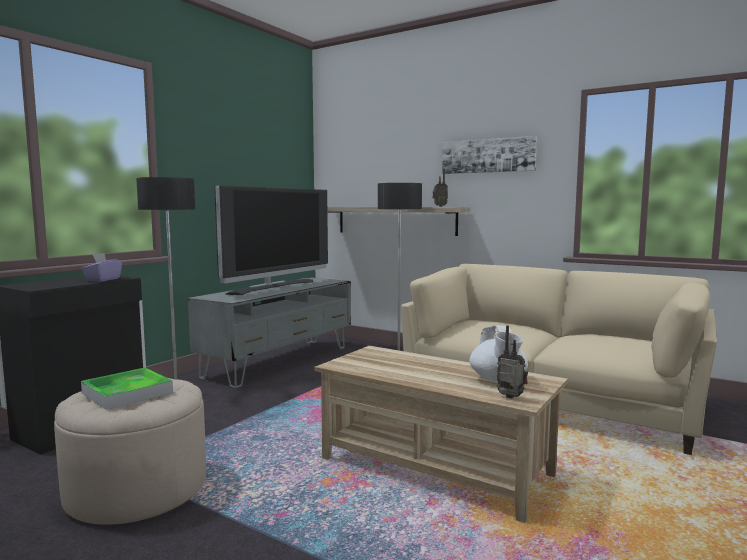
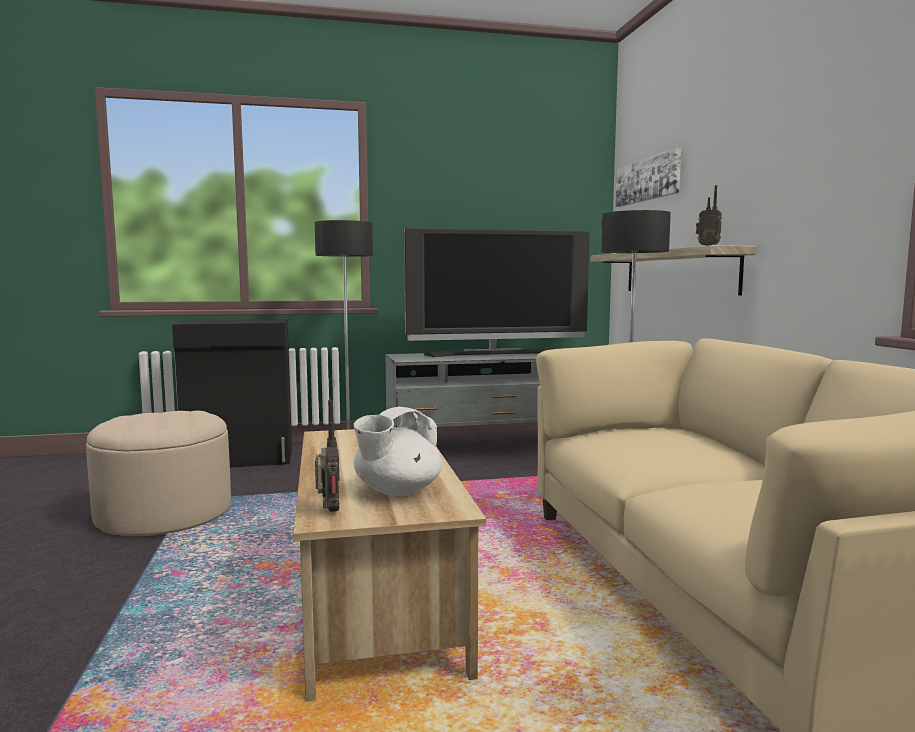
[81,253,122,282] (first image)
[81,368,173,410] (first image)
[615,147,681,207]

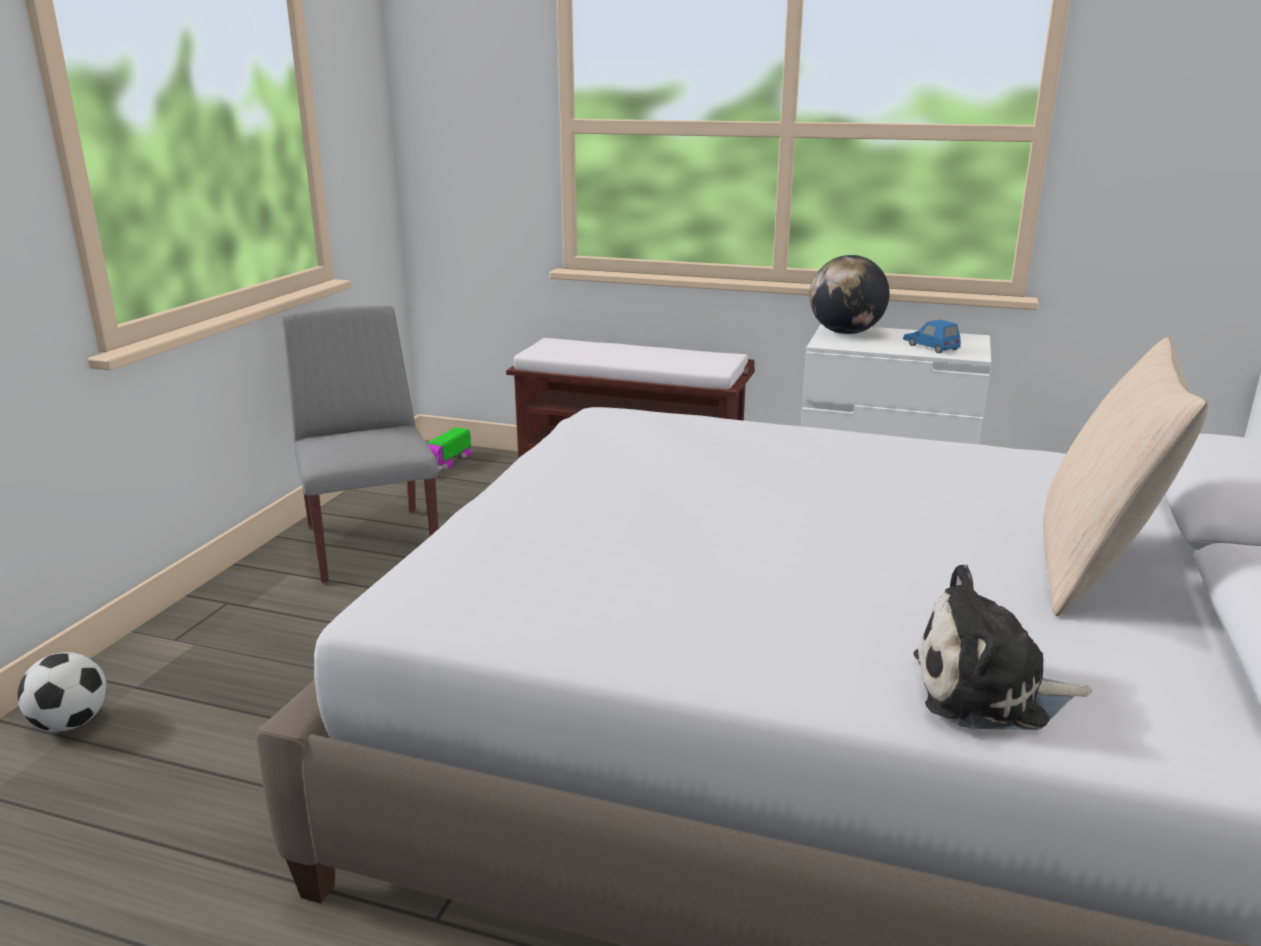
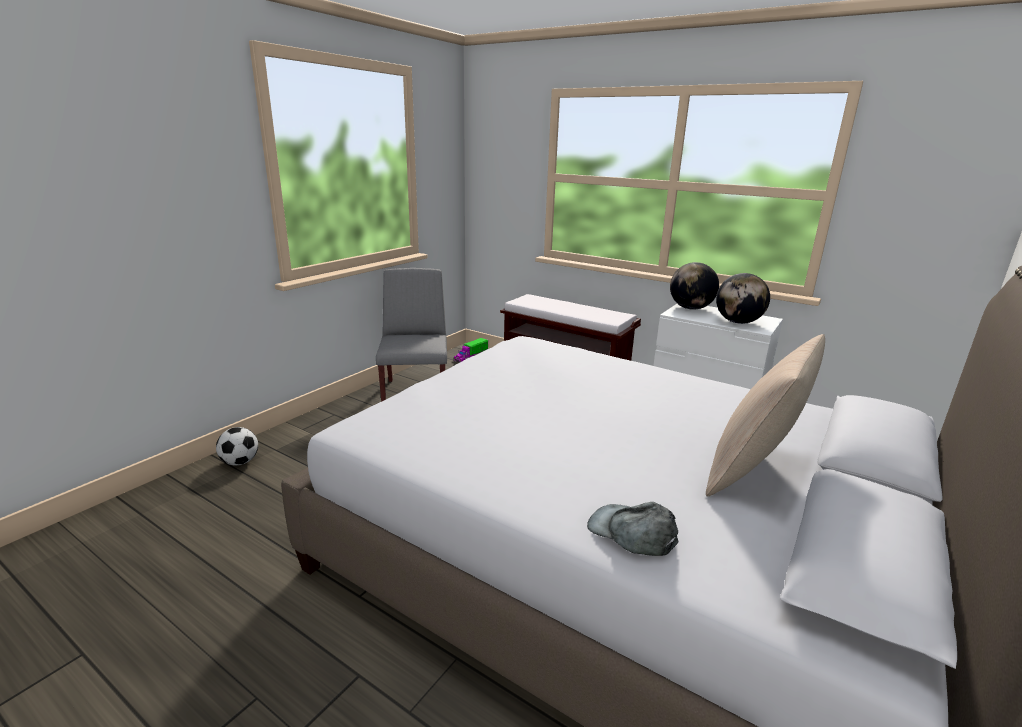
[716,273,770,324]
[587,502,678,556]

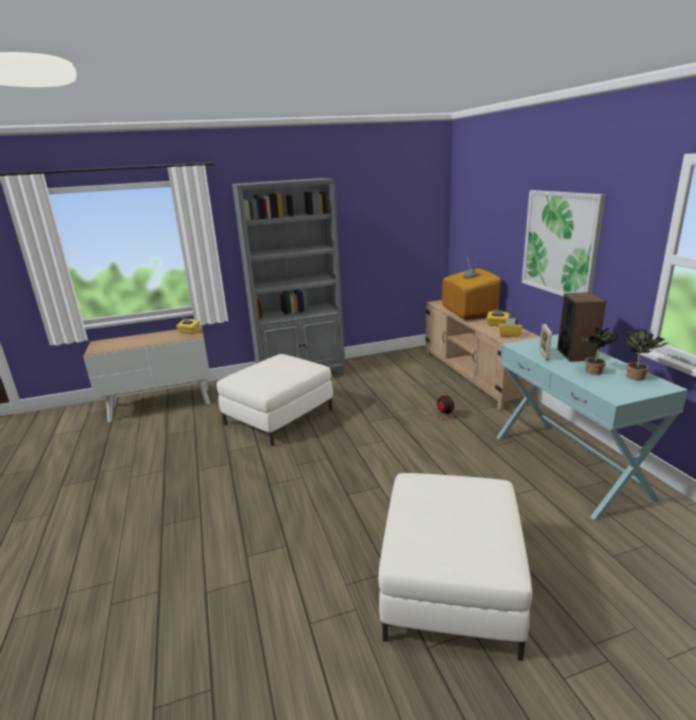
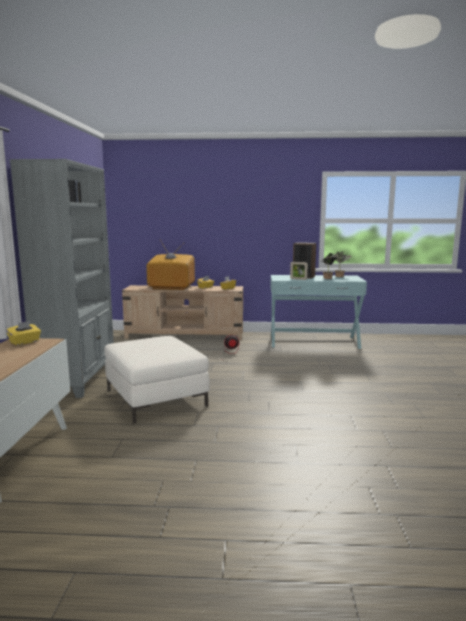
[378,473,532,661] (first image)
[522,190,606,296] (first image)

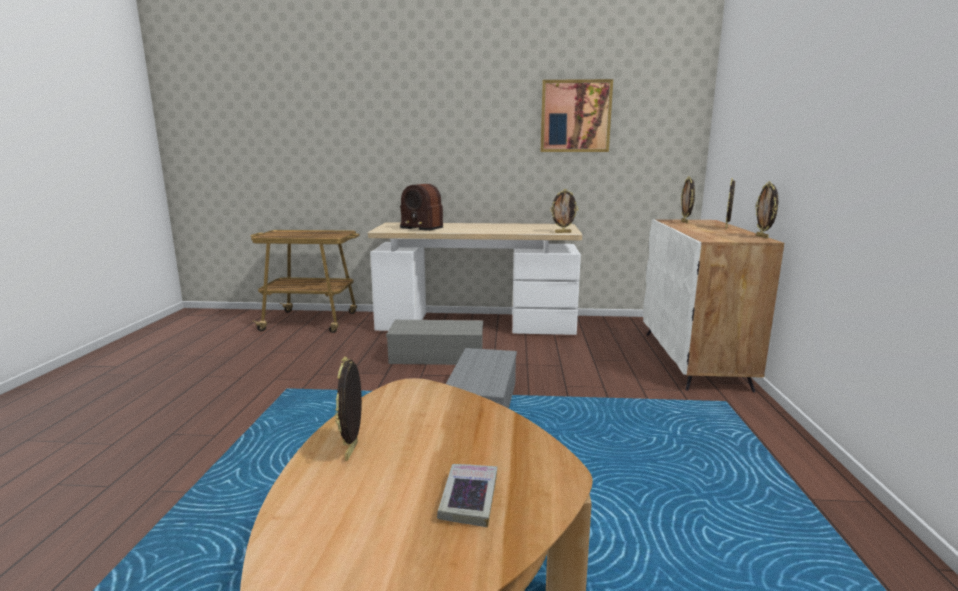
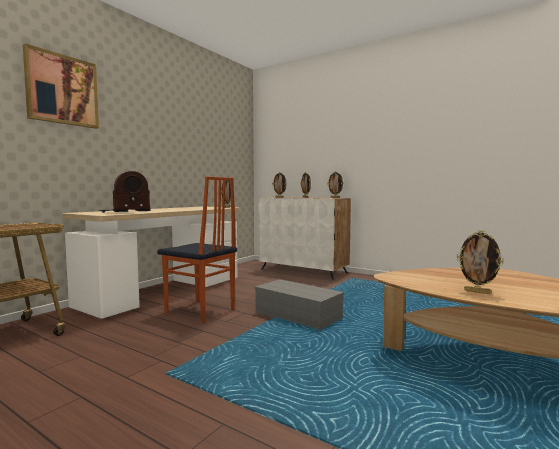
[437,464,497,527] (first image)
[23,43,99,129]
[157,176,237,323]

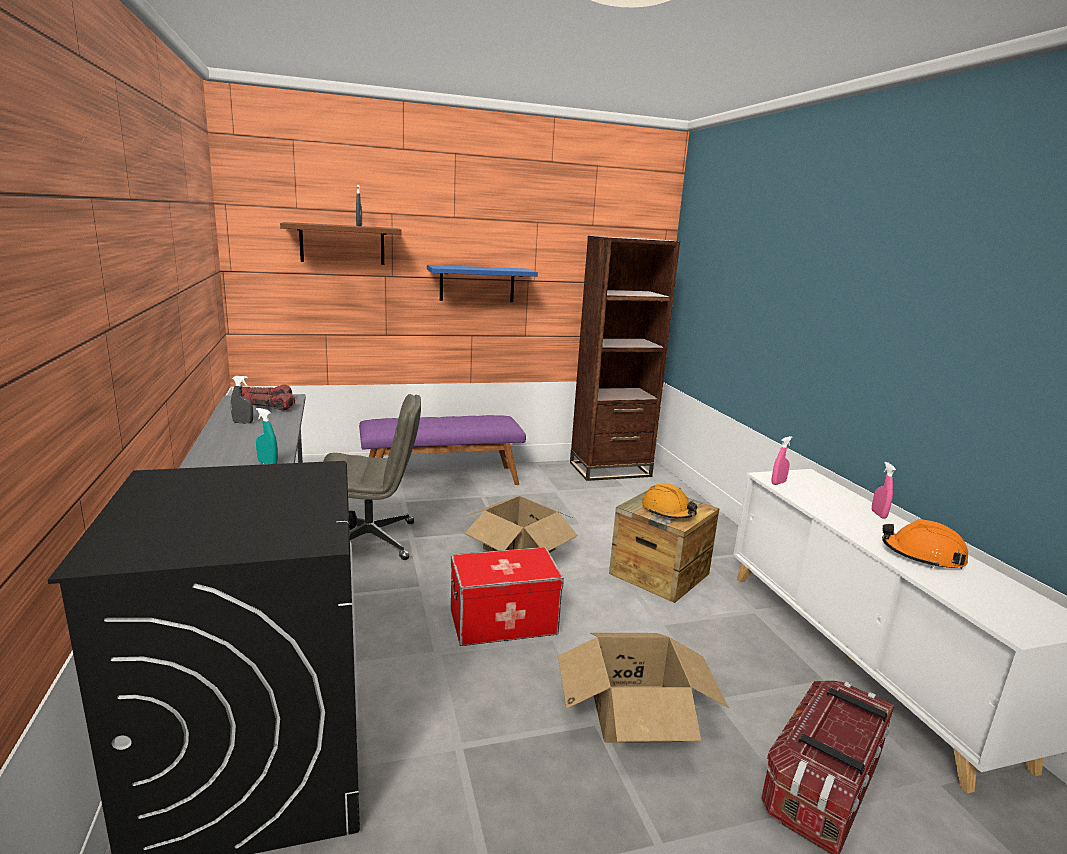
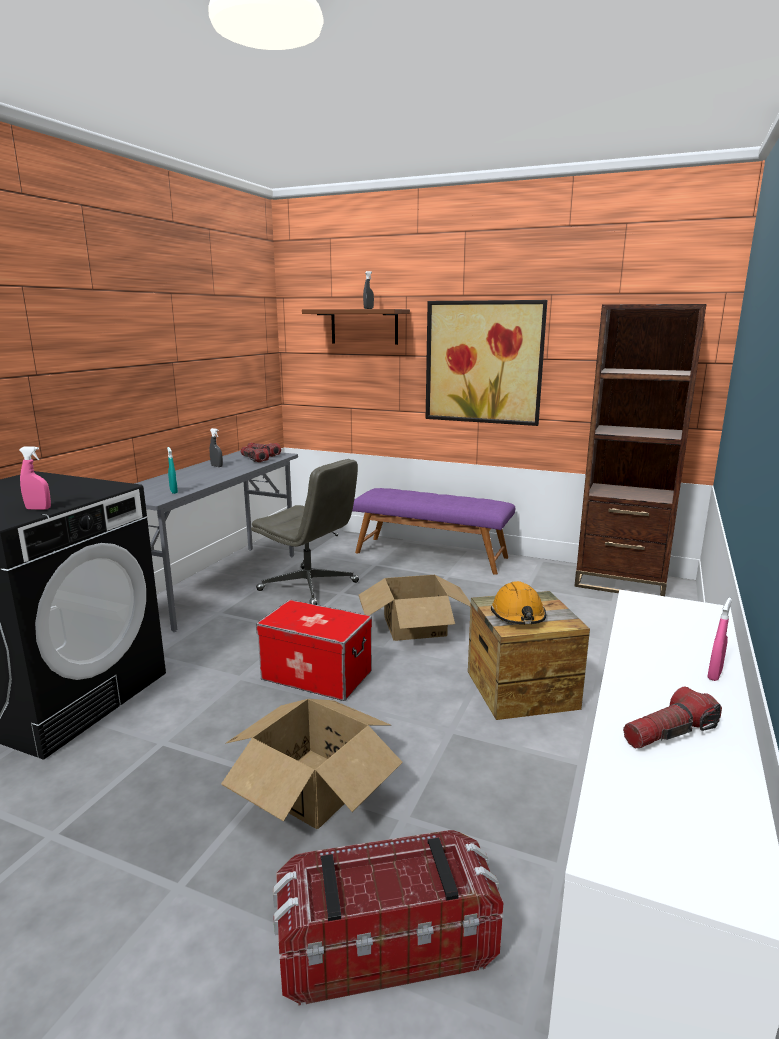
[19,446,51,510]
[426,300,547,426]
[623,687,722,748]

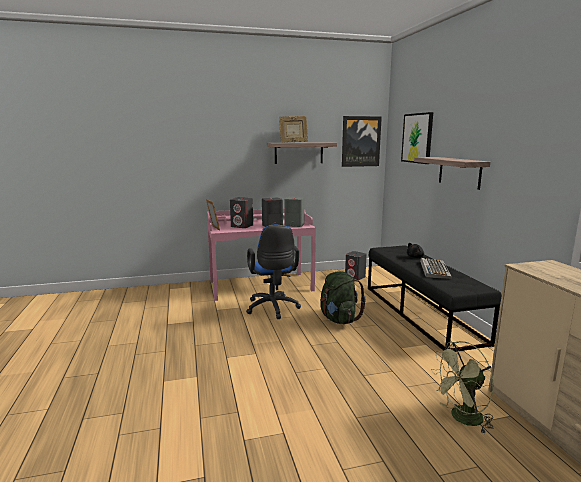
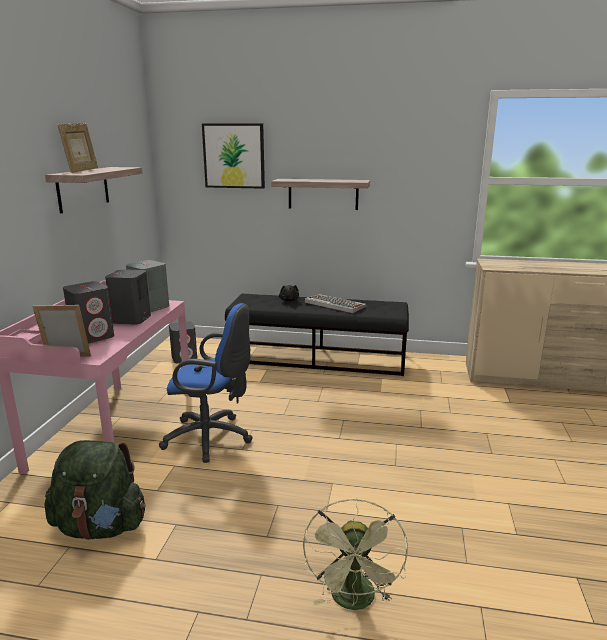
[342,116,382,167] (first image)
[44,440,146,540]
[303,499,408,610]

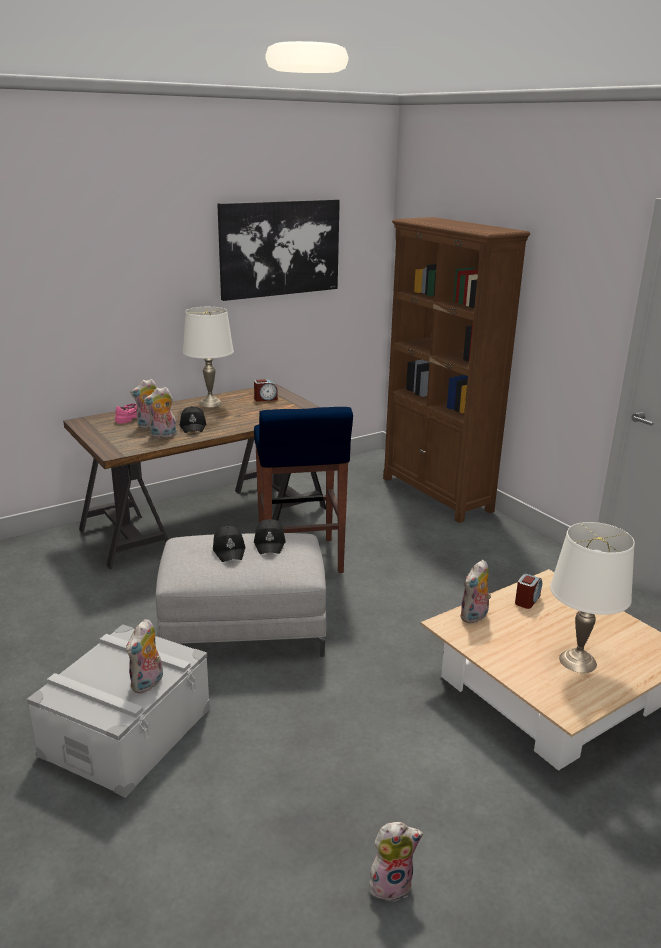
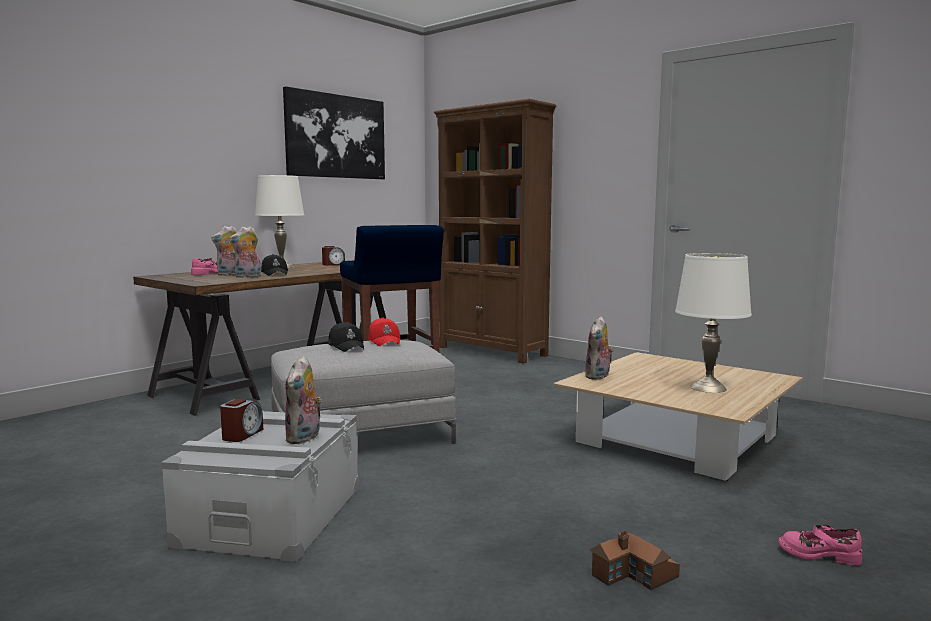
[778,525,862,566]
[220,399,263,442]
[590,531,680,590]
[368,317,400,346]

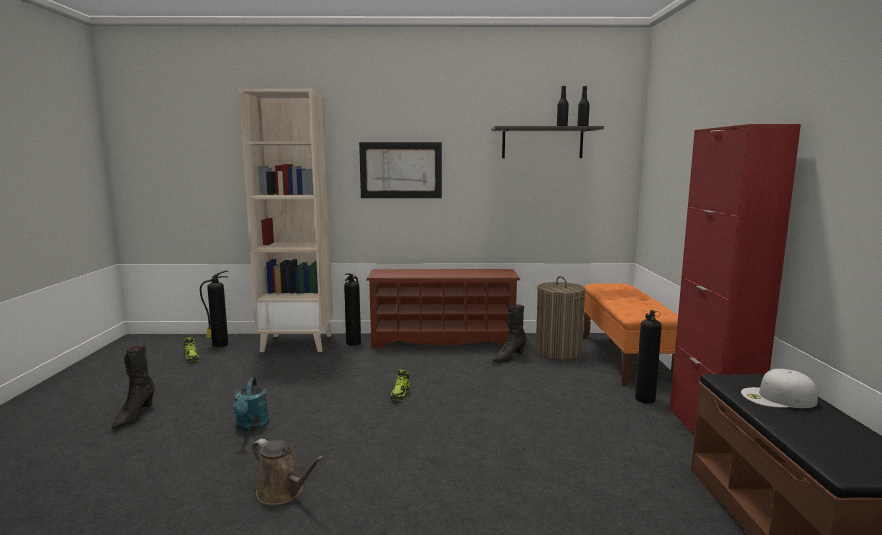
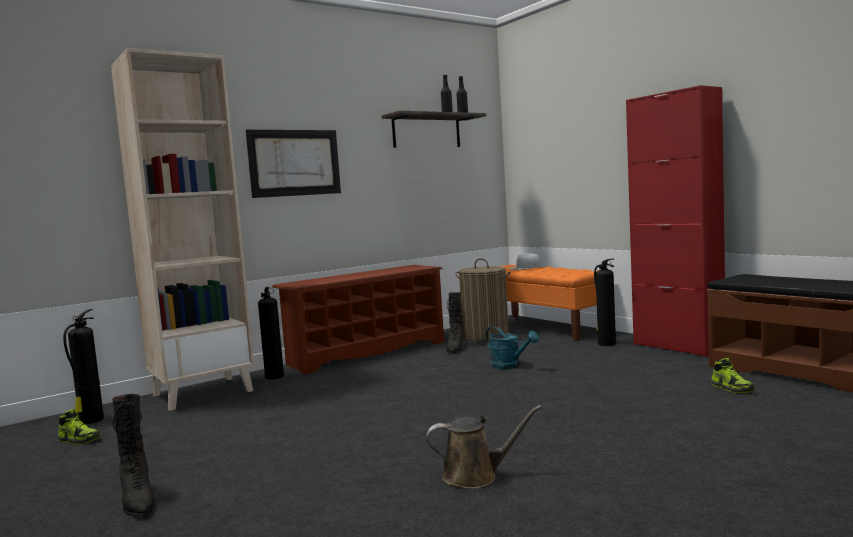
[485,326,539,370]
[711,358,754,393]
[509,253,541,270]

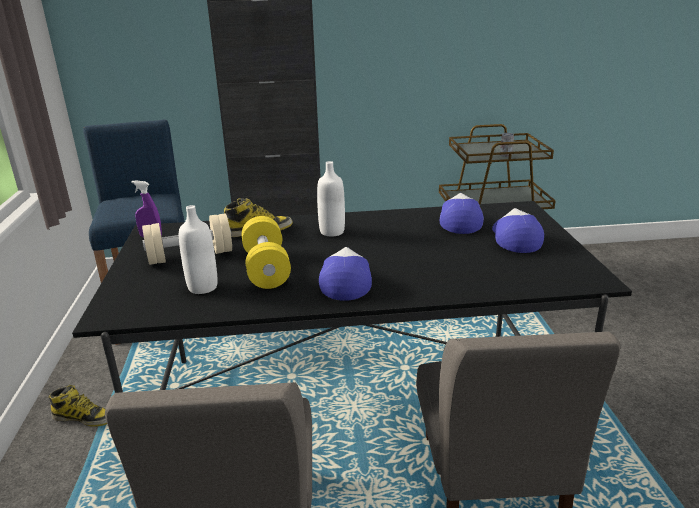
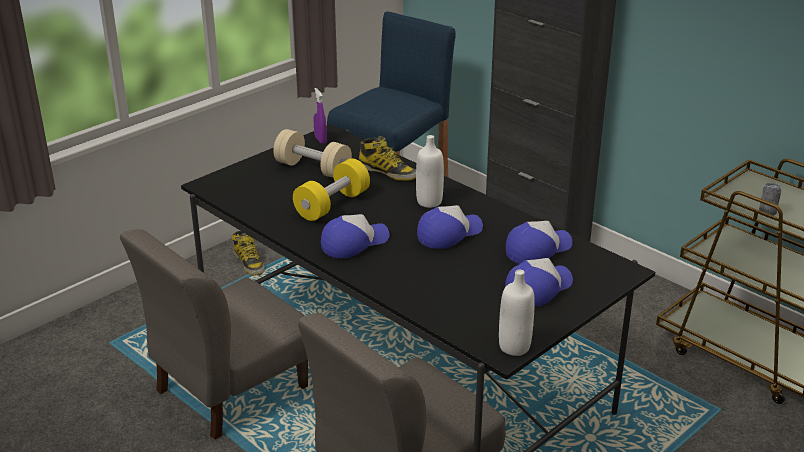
[417,205,483,249]
[499,269,535,356]

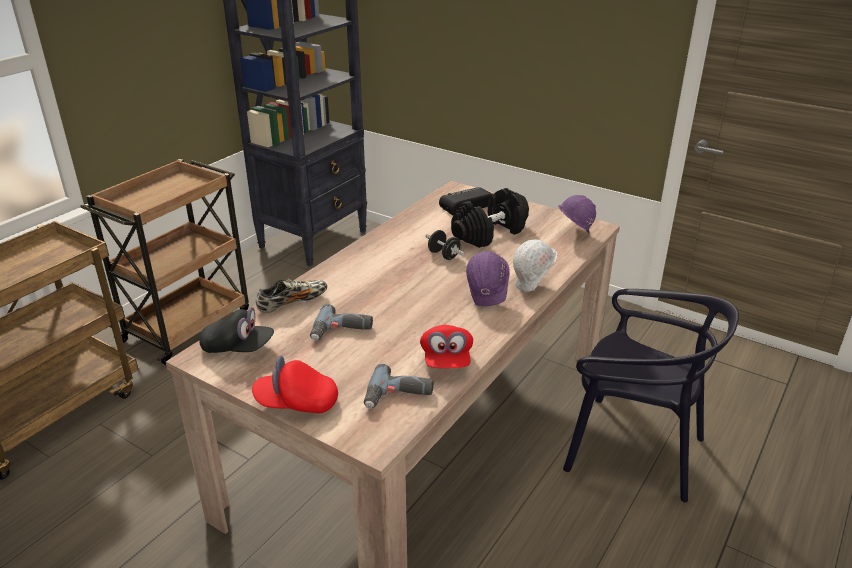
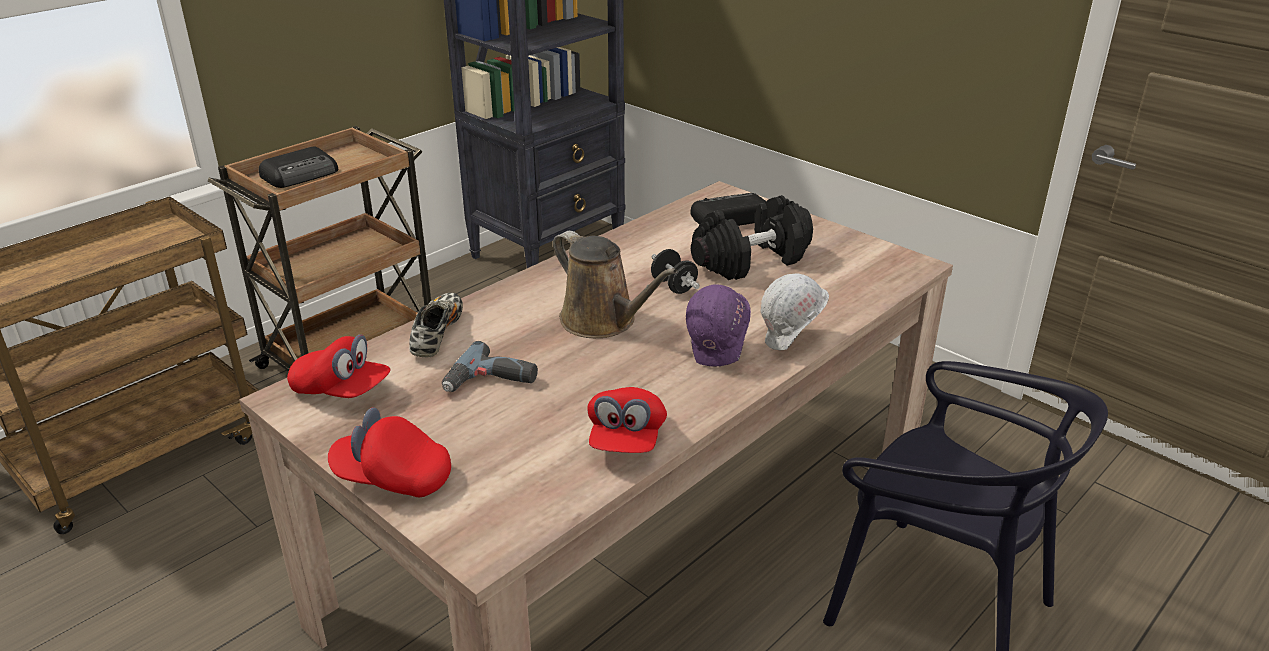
[364,364,434,409] (first image)
[558,195,596,233] (first image)
[259,146,338,188]
[553,231,678,338]
[287,334,391,398]
[409,293,463,357]

